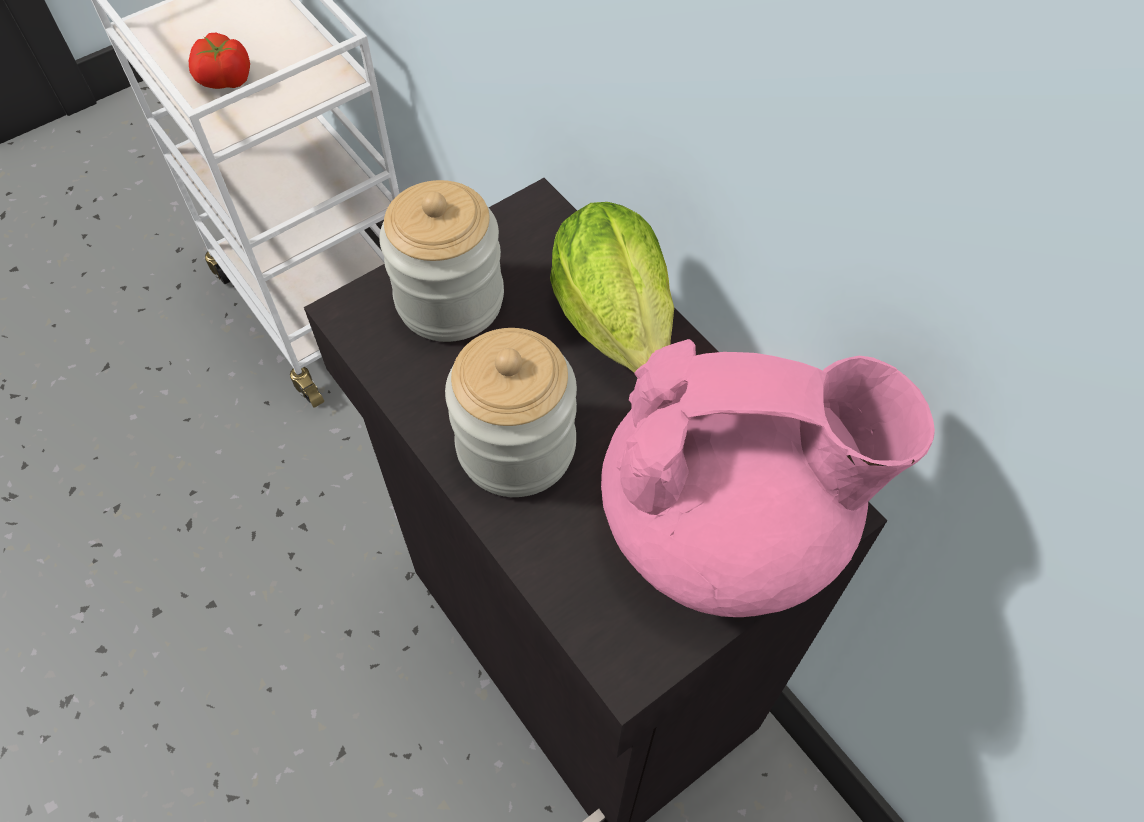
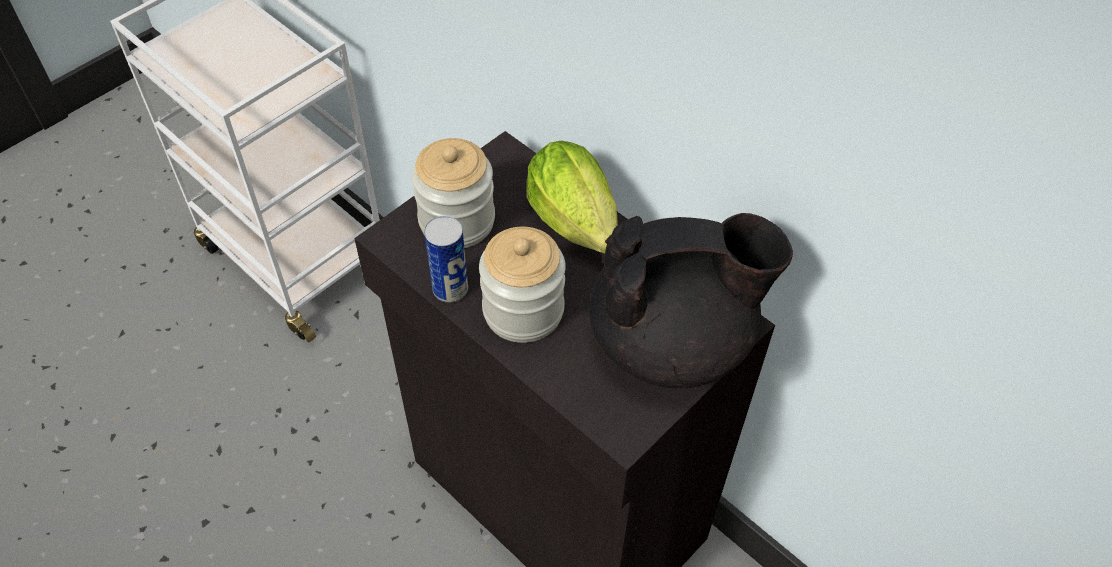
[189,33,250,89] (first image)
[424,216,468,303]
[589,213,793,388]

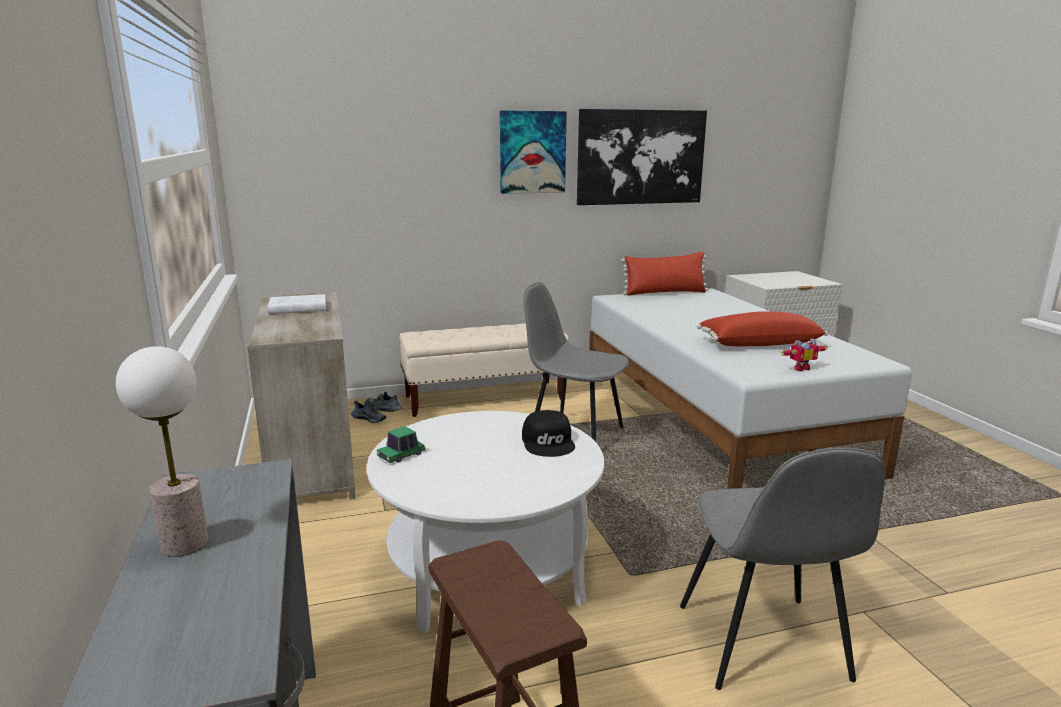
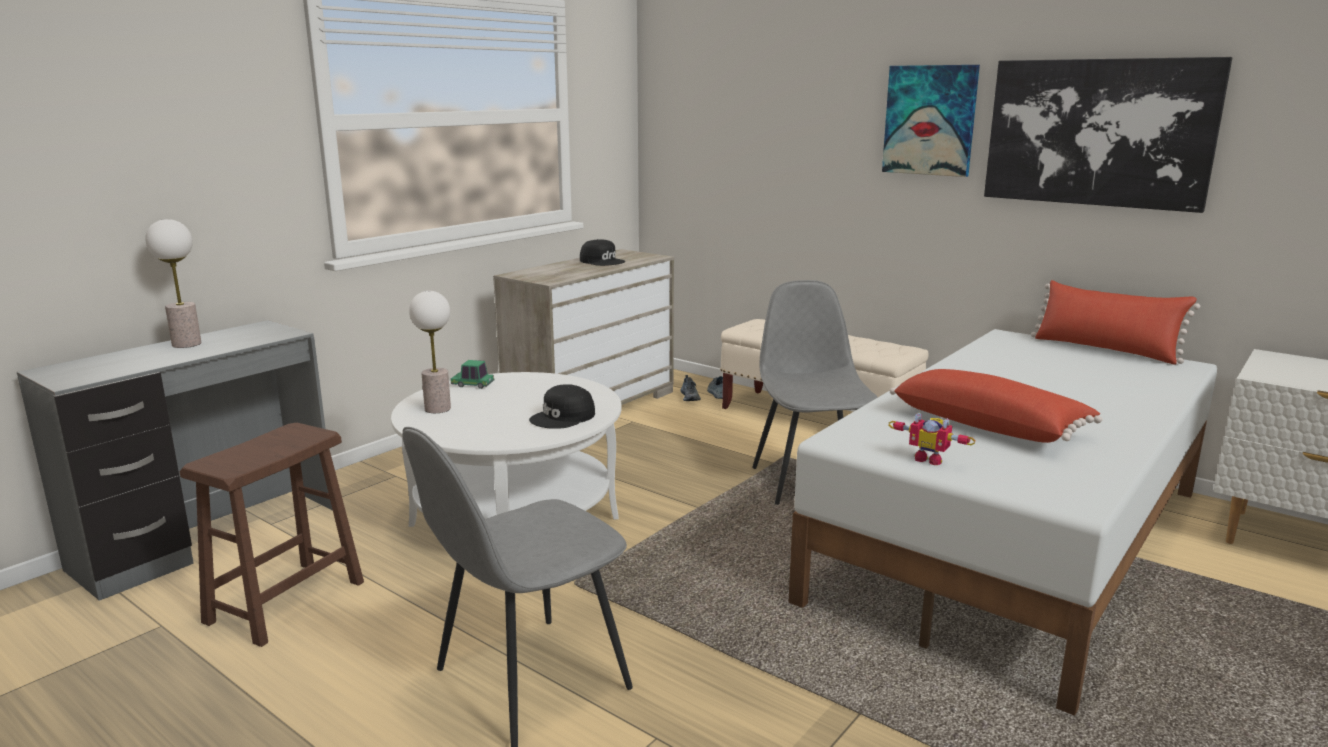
[409,291,451,413]
[580,239,625,266]

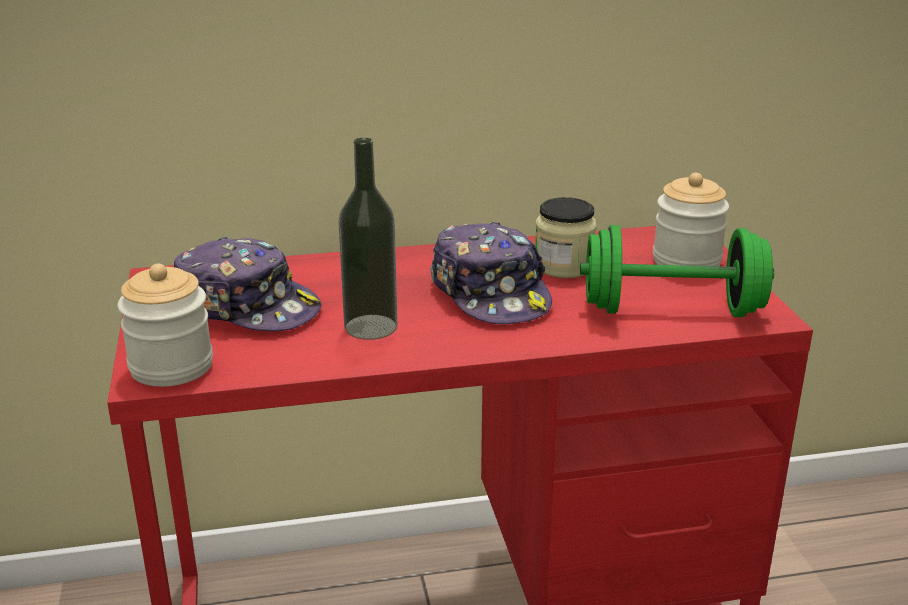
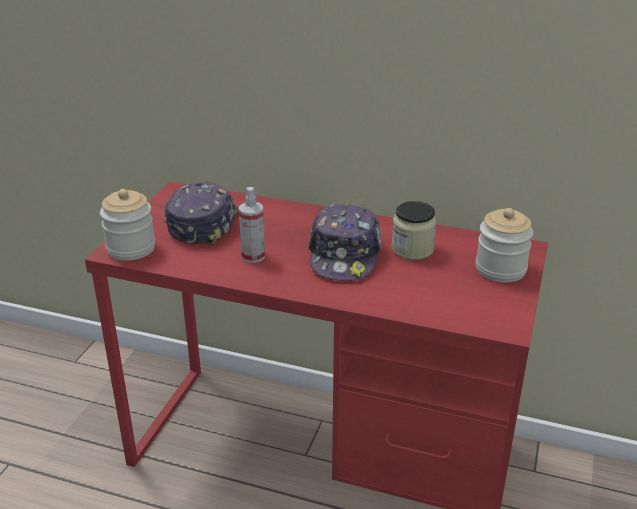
[580,225,774,317] (first image)
[239,187,265,263]
[164,181,237,245]

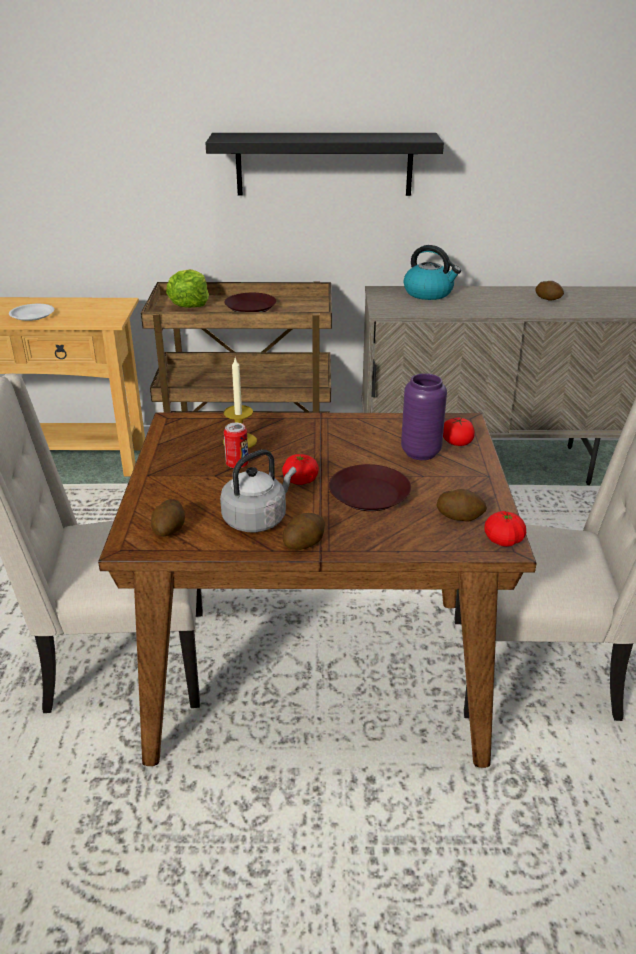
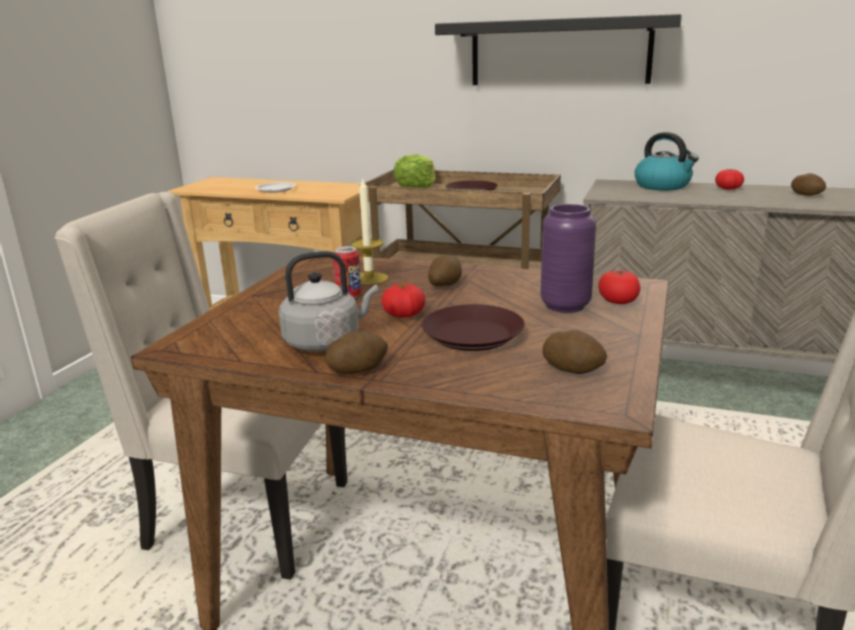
[428,256,462,286]
[715,169,744,190]

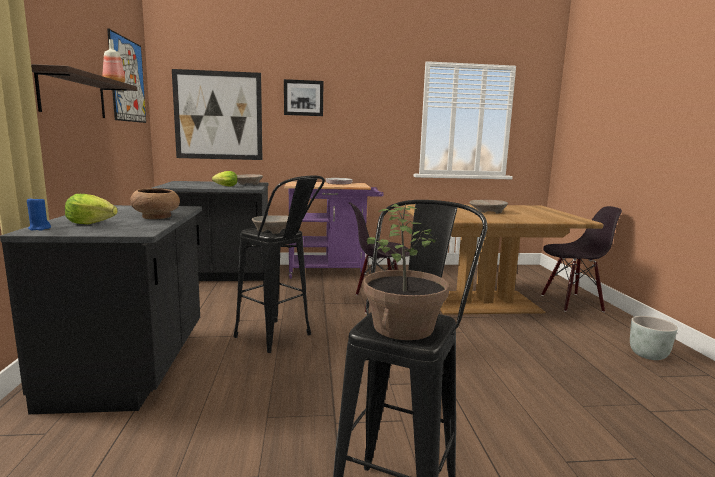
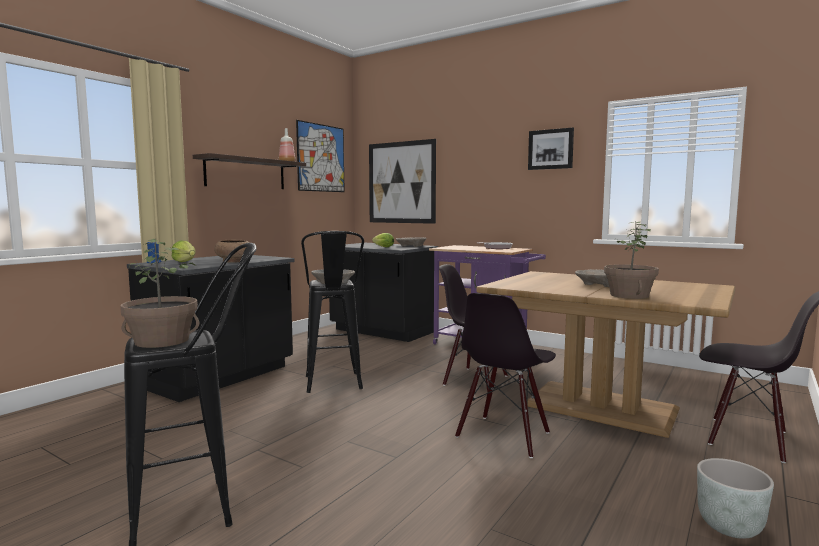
[455,293,556,458]
[604,221,659,299]
[528,127,574,170]

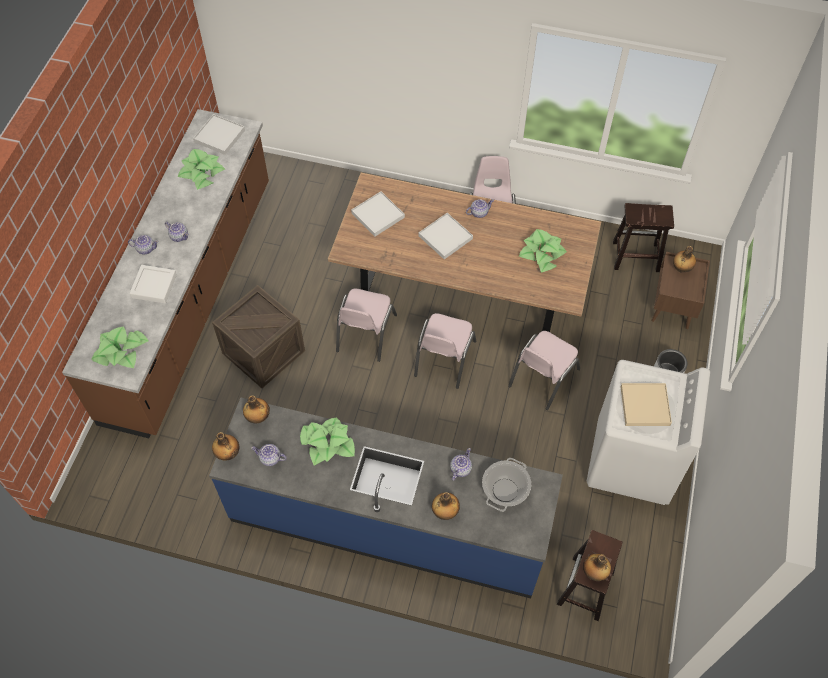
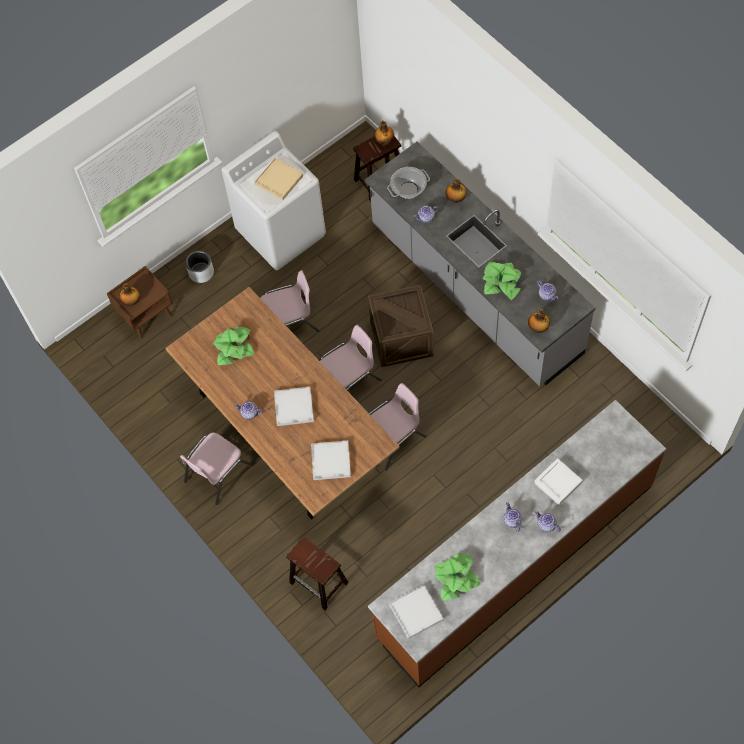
[91,326,149,368] (first image)
[212,432,239,461] (first image)
[368,285,434,367]
[286,536,349,610]
[365,142,595,386]

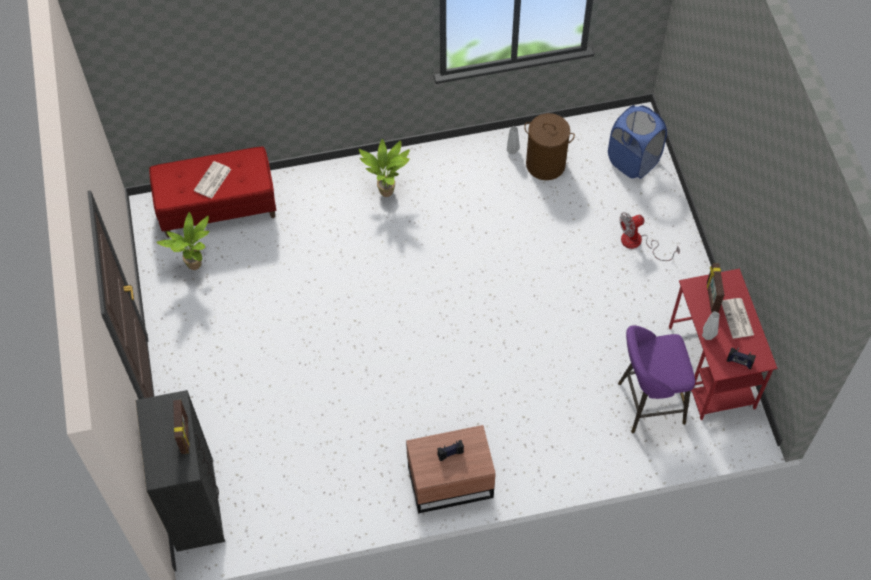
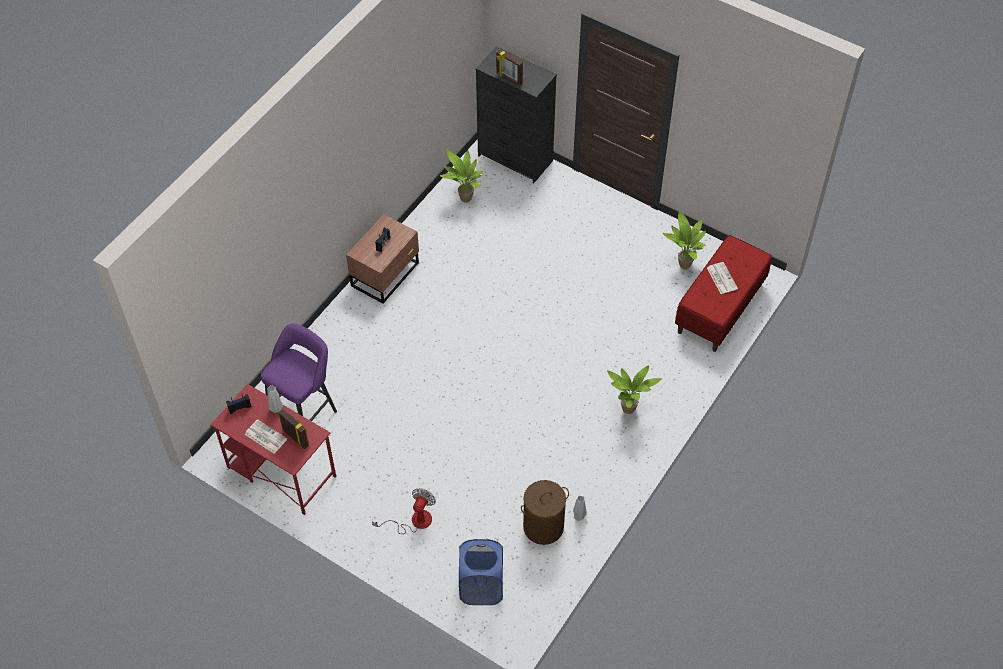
[440,149,484,203]

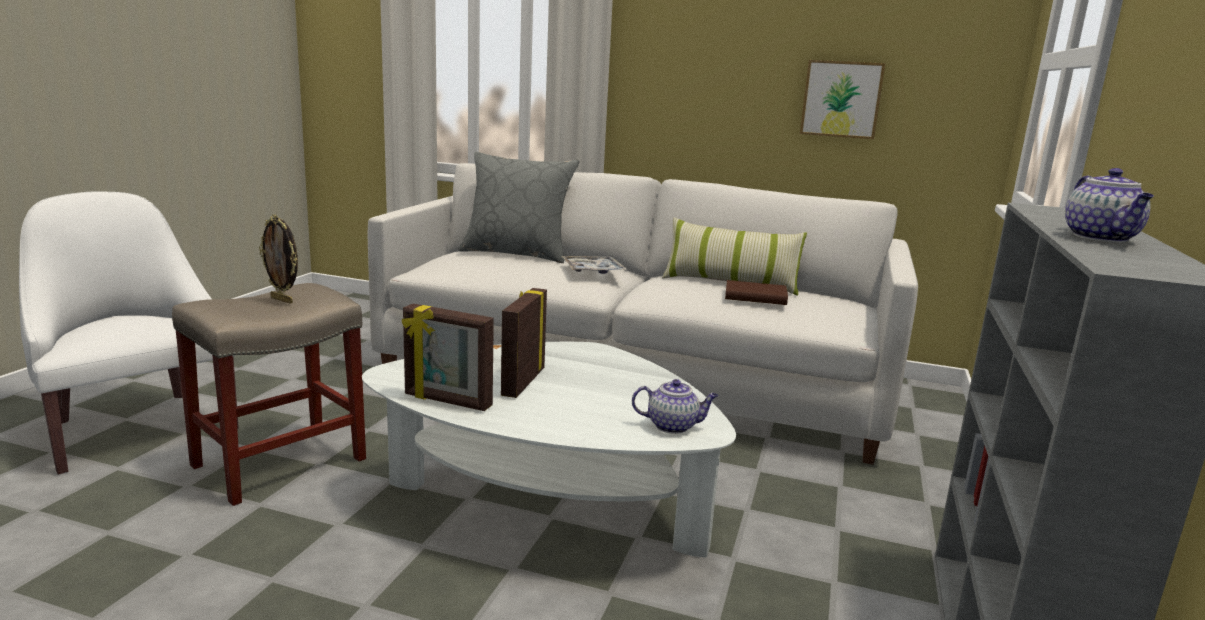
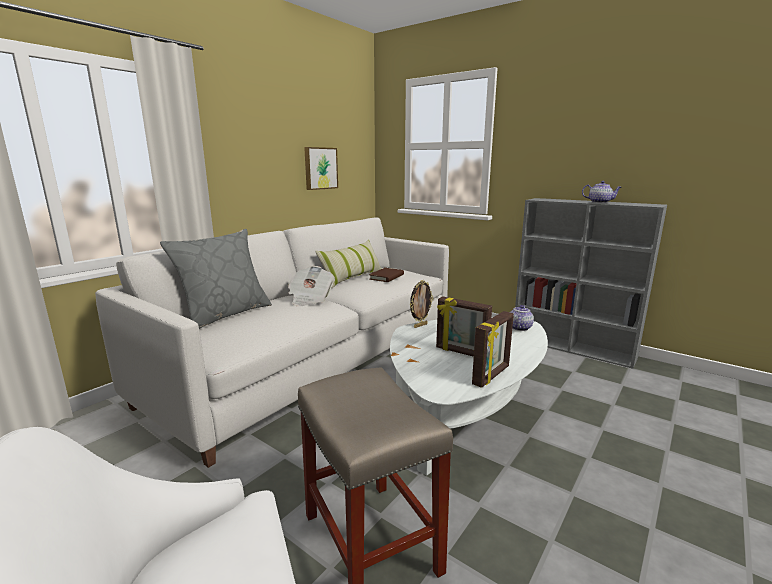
[410,280,433,328]
[288,266,335,306]

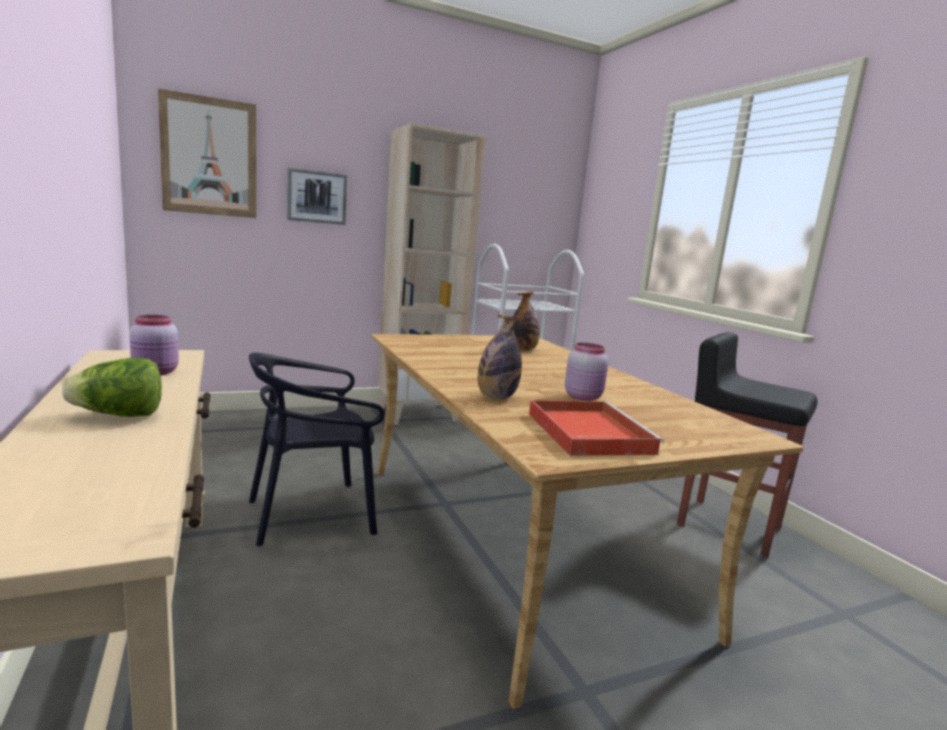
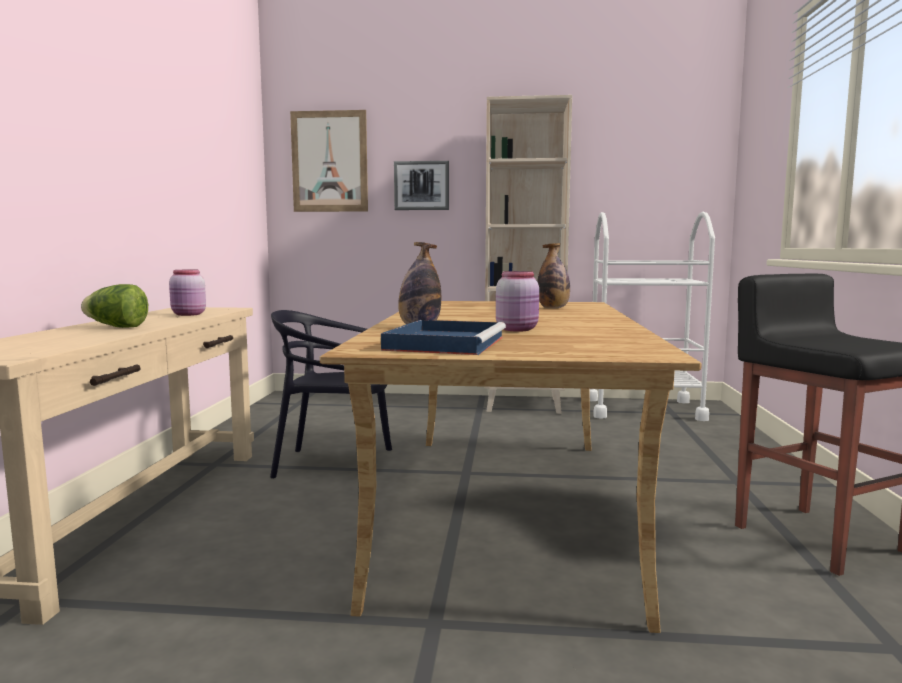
[381,320,506,355]

